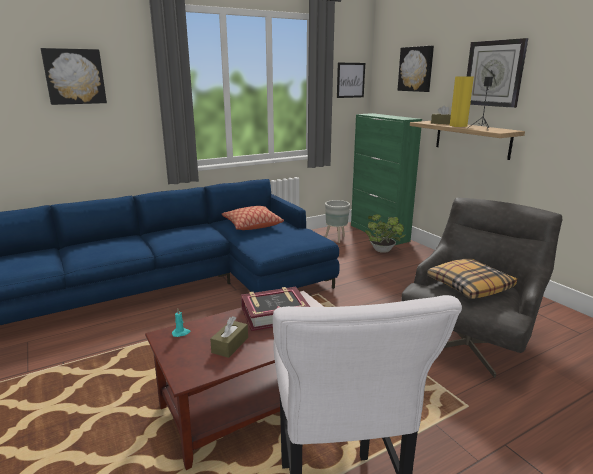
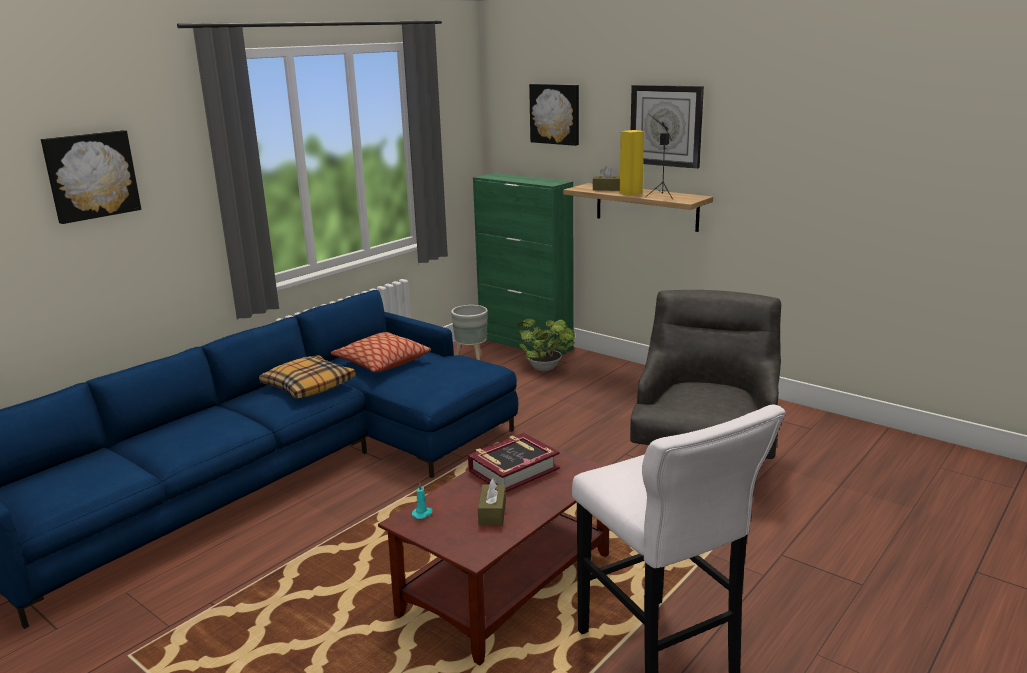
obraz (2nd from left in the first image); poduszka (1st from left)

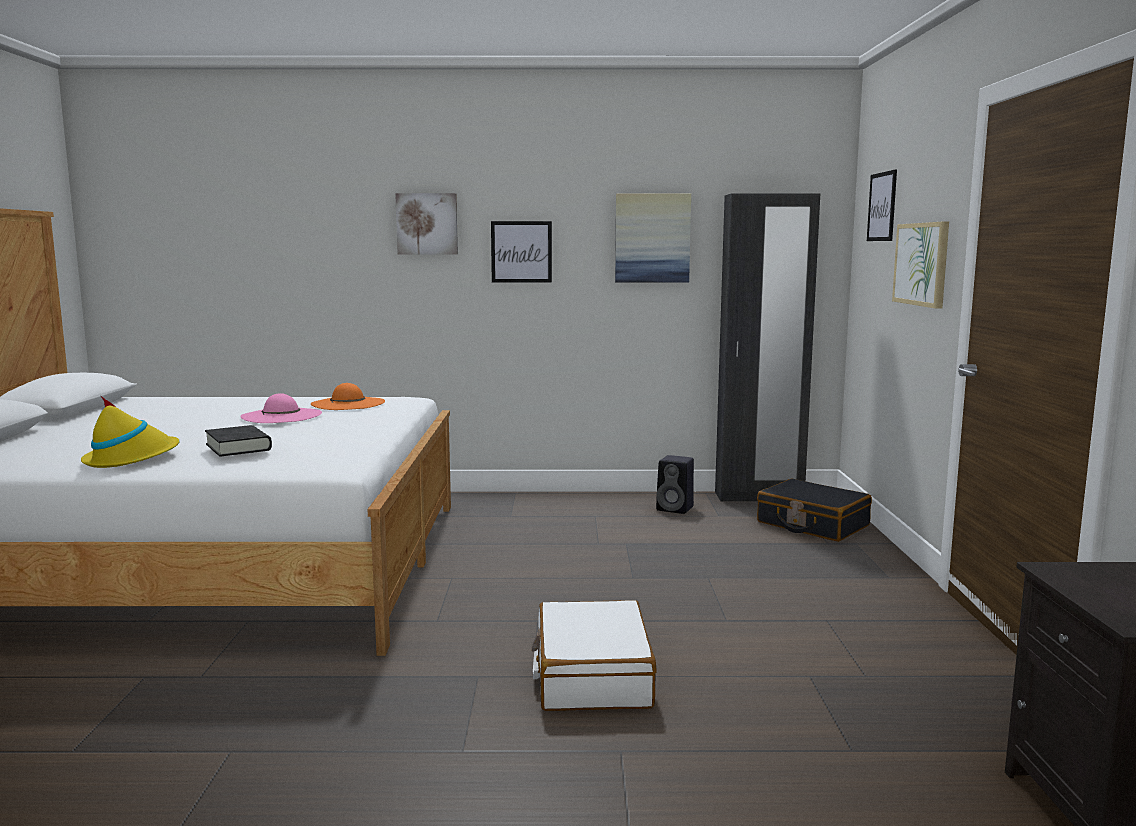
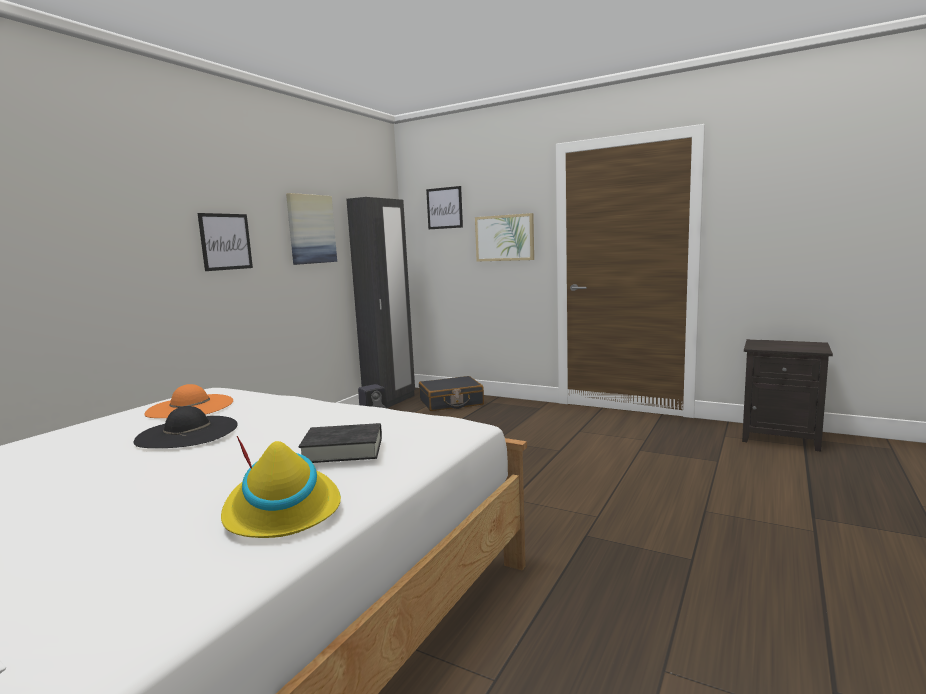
kapelusz/czarny; obraz (1st from left in the first image); walizka/biały

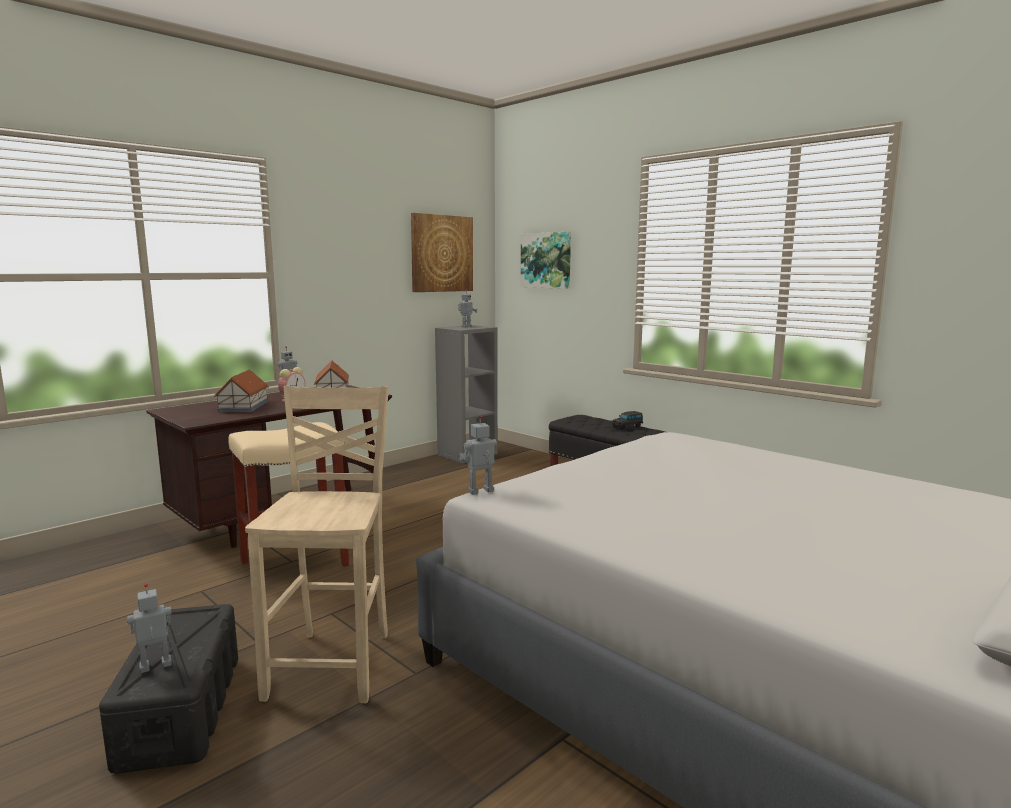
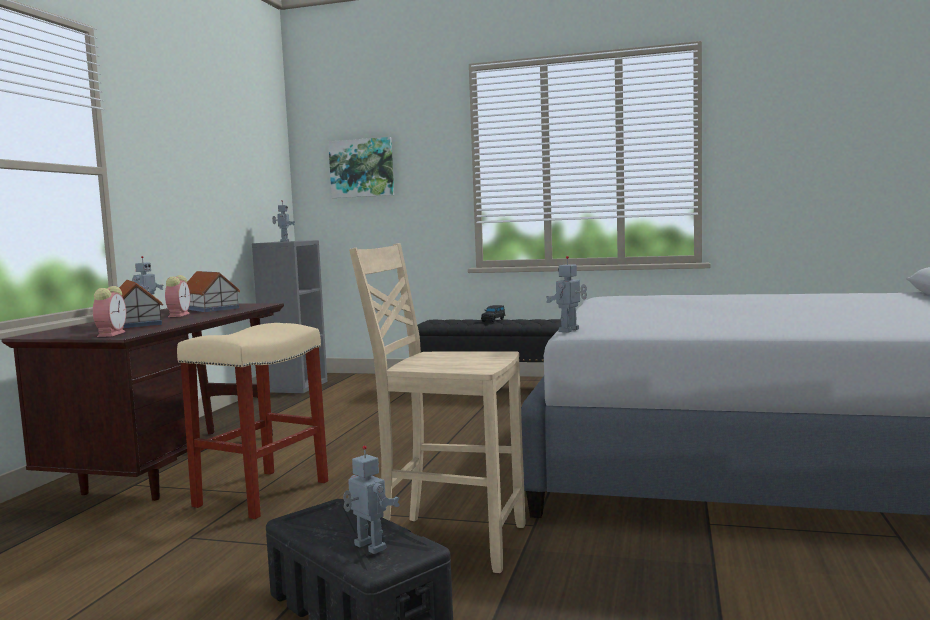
robot zabawkowy (3rd from left); krzesło/beżowy; obraz (1st from left in the first image); budzik (1st from left)

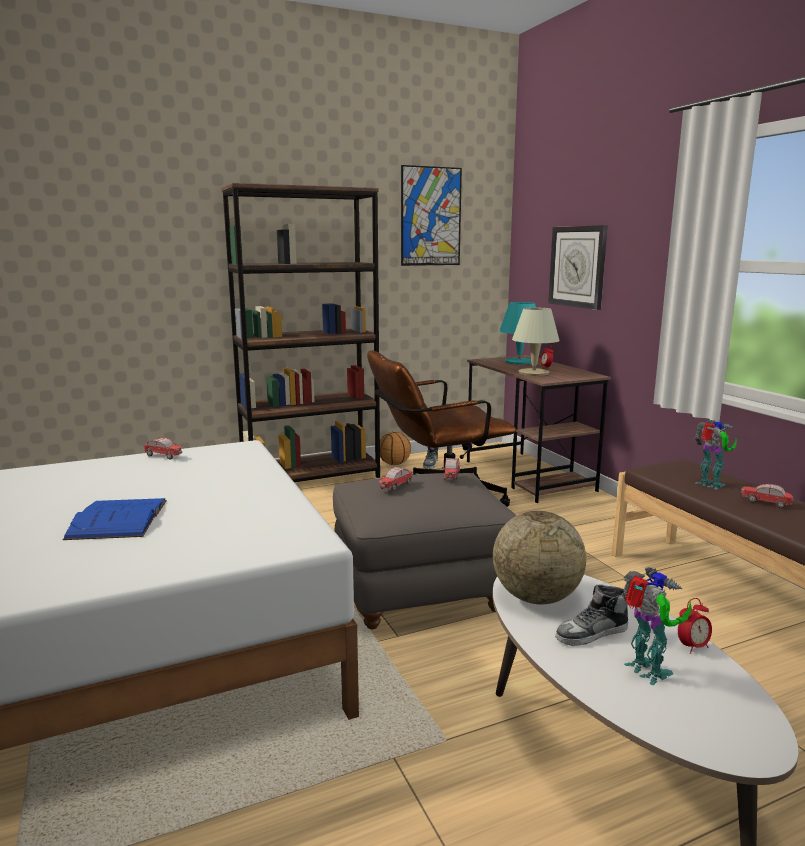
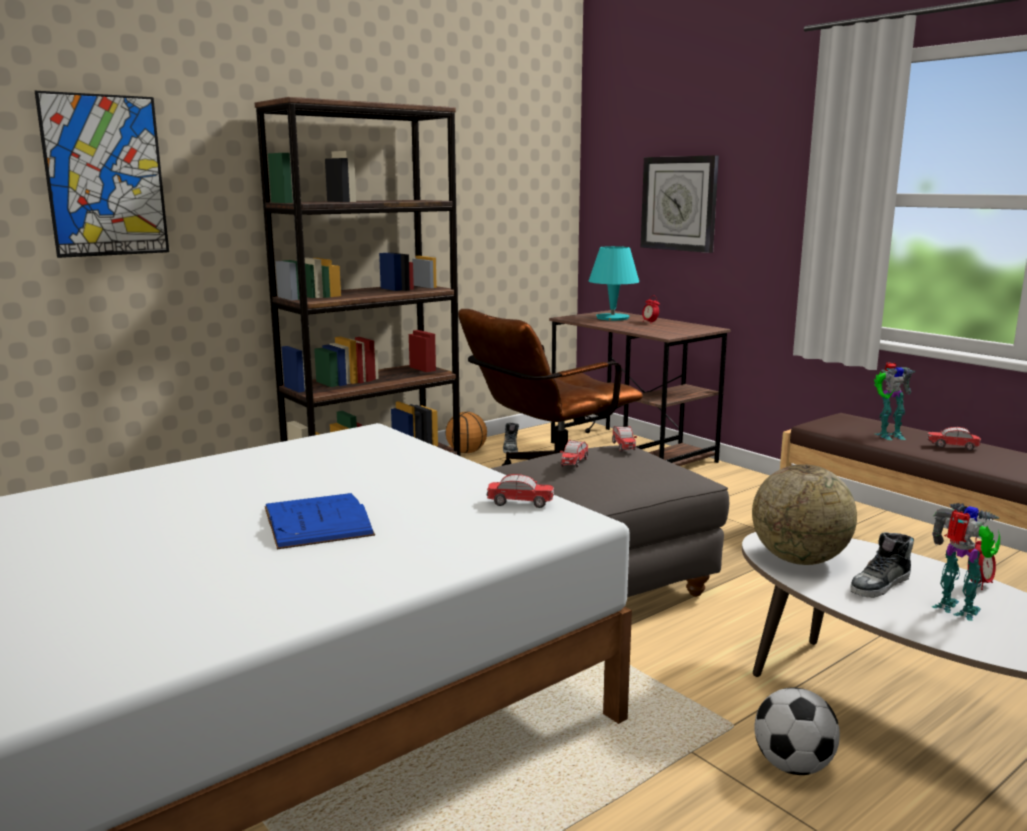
samochodzik (1st from left); obraz; lampa stołowa/beżowy; robot zabawkowy (1st from left); piłka futbolowa

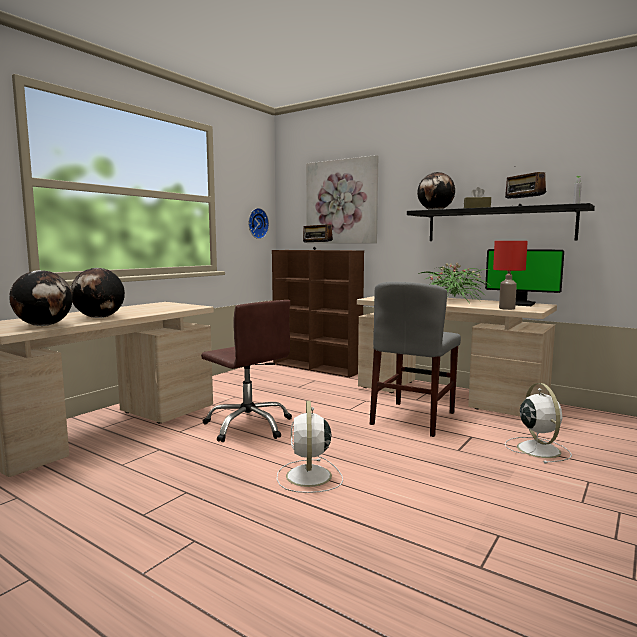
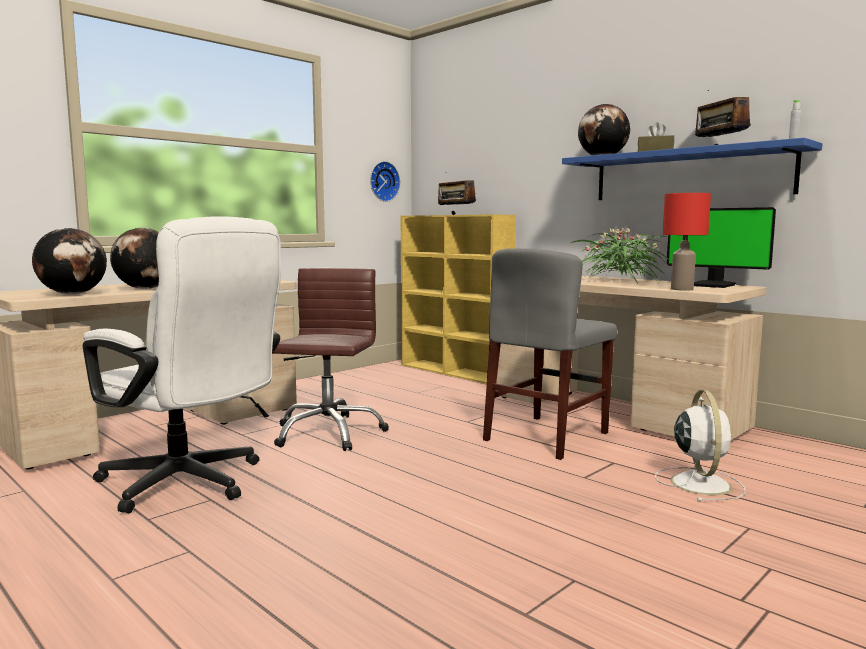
krzesło biurowe/brązowy; regał/żółty; wentylator/biały (1st from left in the first image); obraz; półka/niebieski; krzesło biurowe/biały

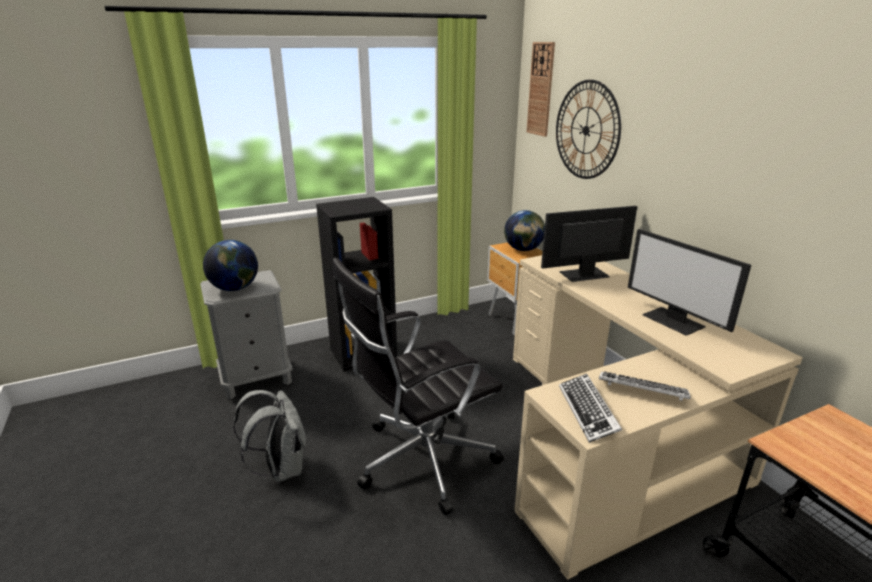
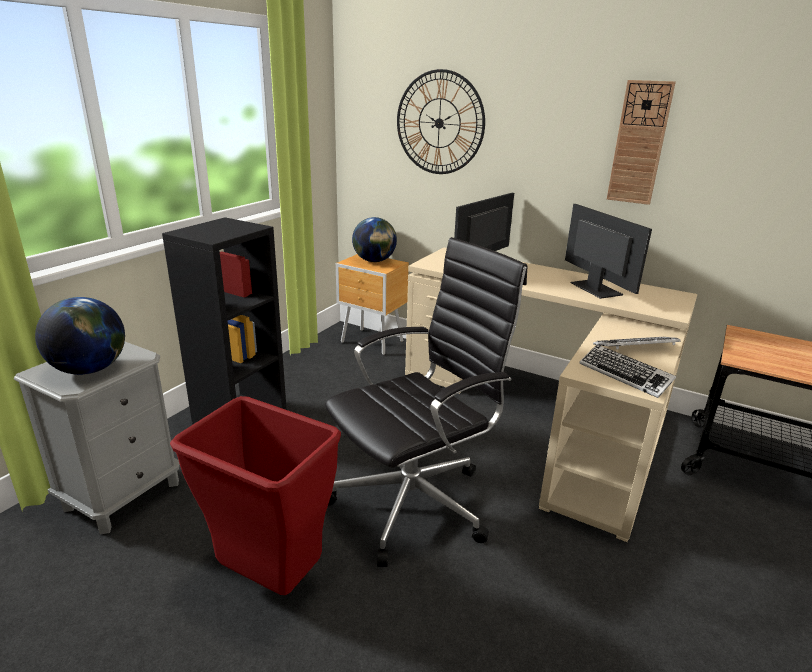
kosz na śmieci/czerwony; krzesło biurowe/czarny; zegar ścienny (2nd from left); monitor (2nd from left)

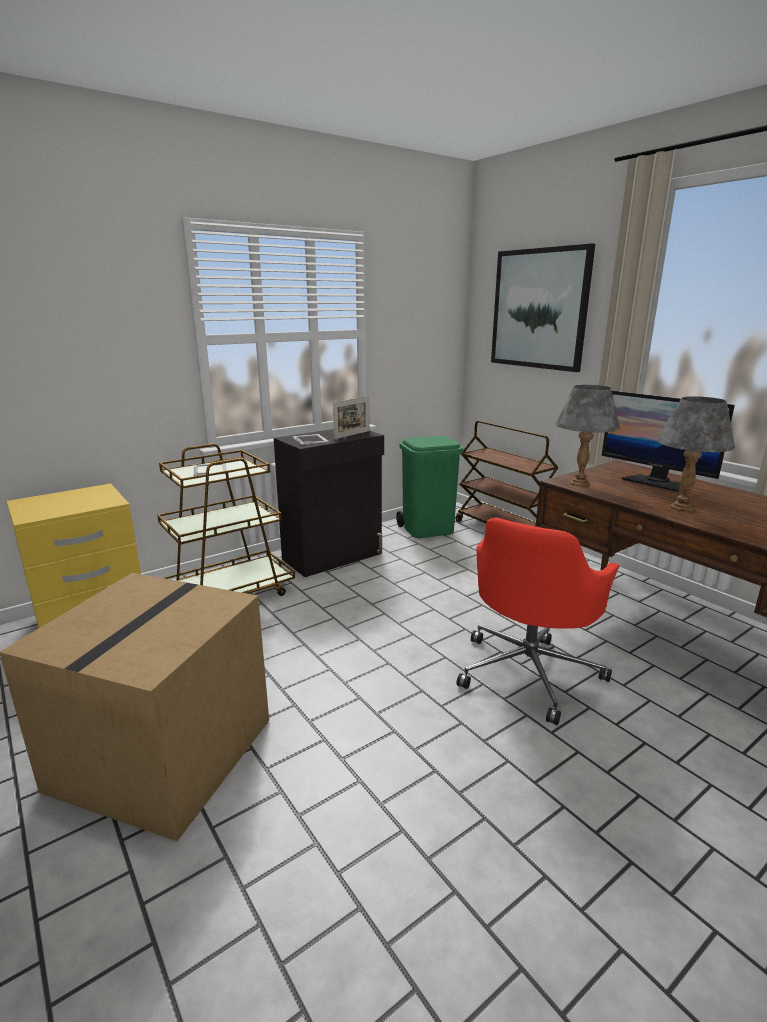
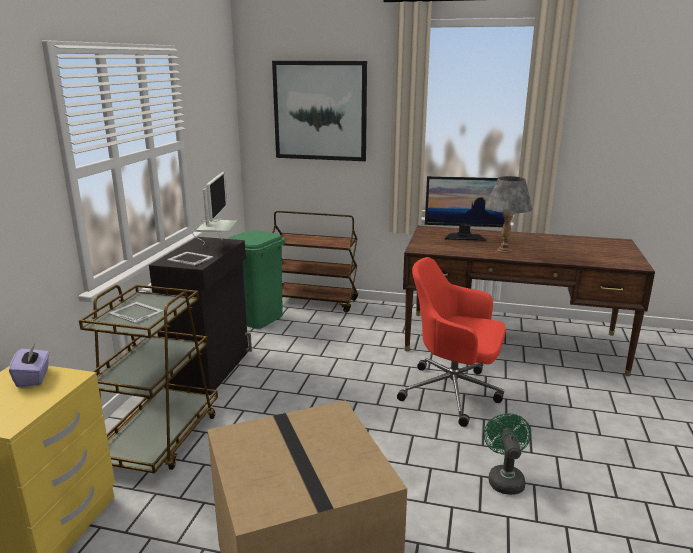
monitor (1st from left); krzesło biurowe/czerwony; lampa stołowa/szary (1st from left in the first image); pudełko chusteczek/fioletowy; wentylator/zielony

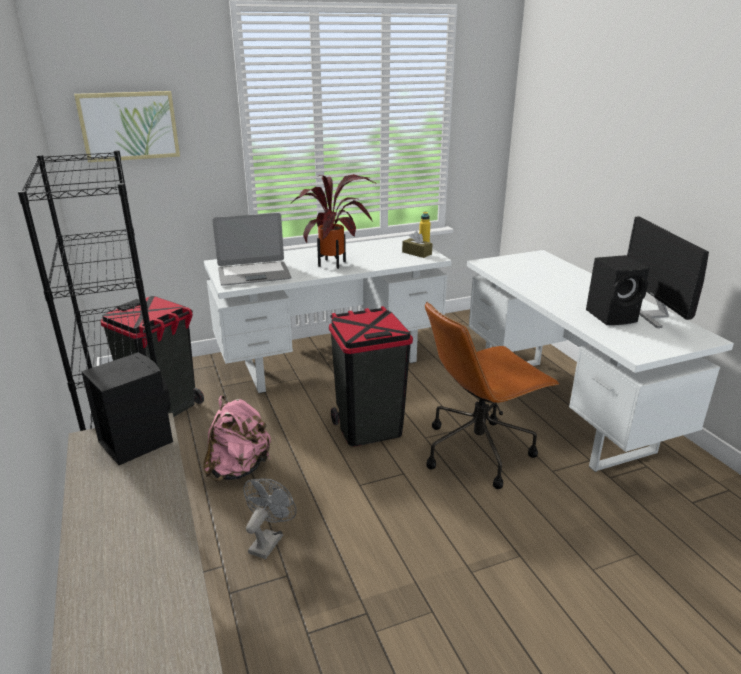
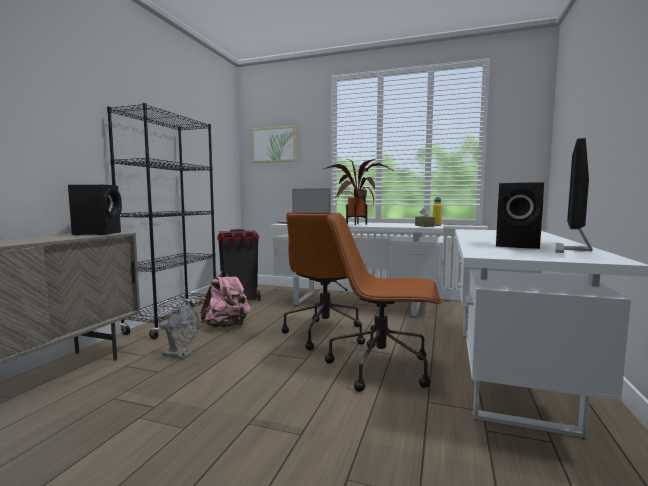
wentylator/szary; krzesło biurowe/brązowy (1st from left)

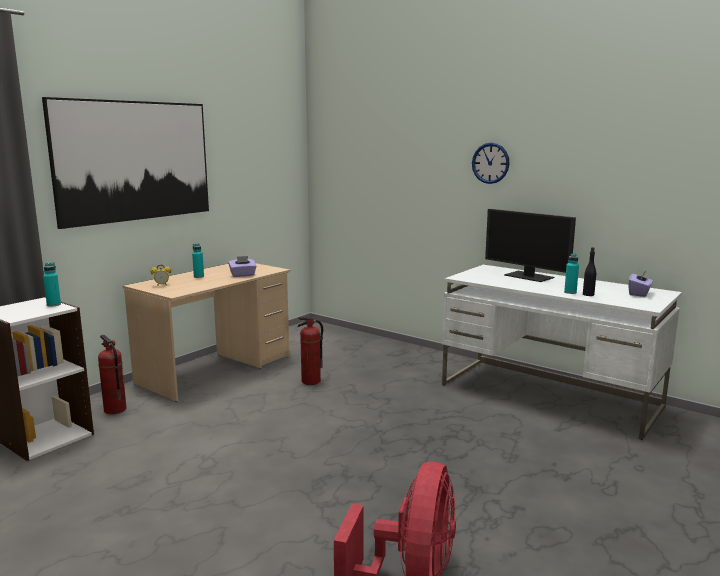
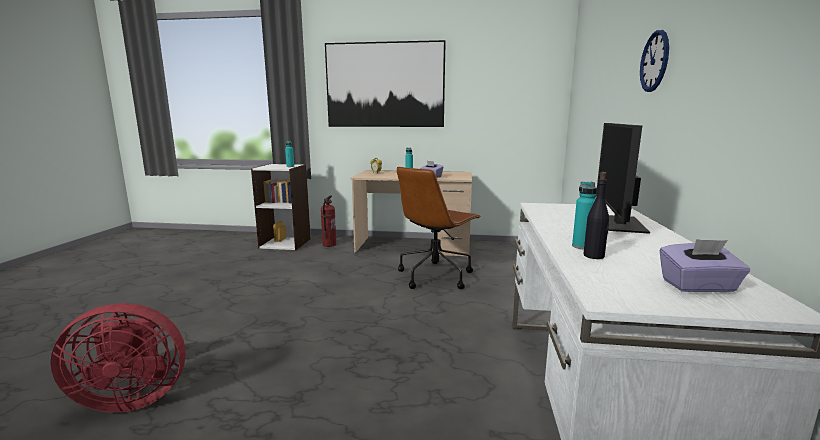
krzesło biurowe/brązowy

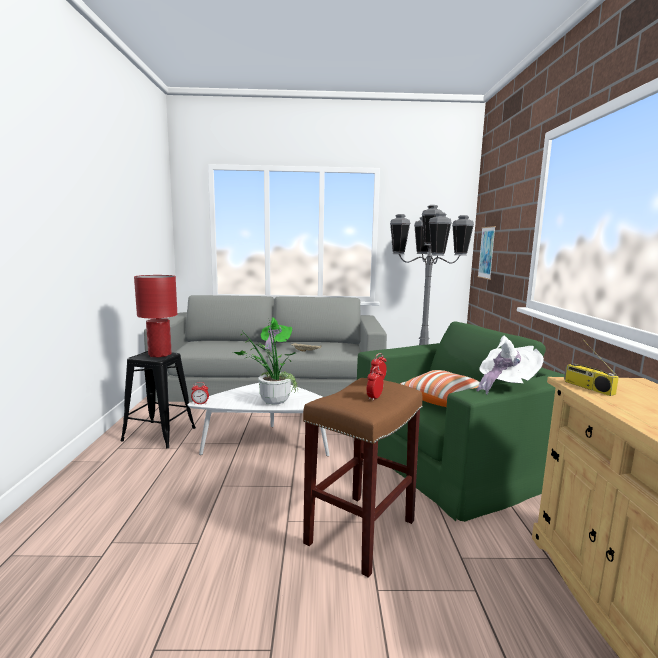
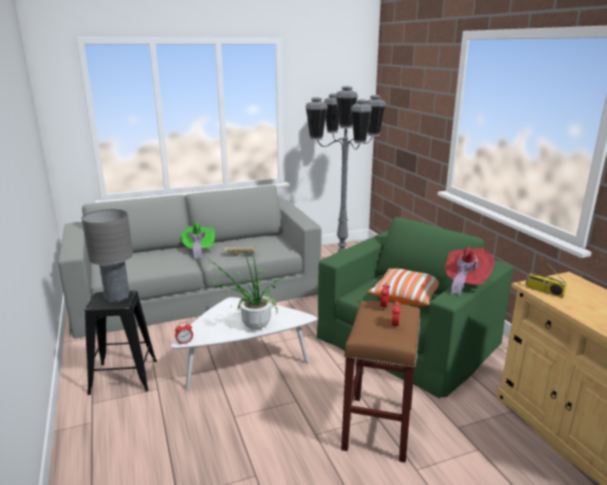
lampa stołowa/szary; kapelusz/czerwony; obraz

